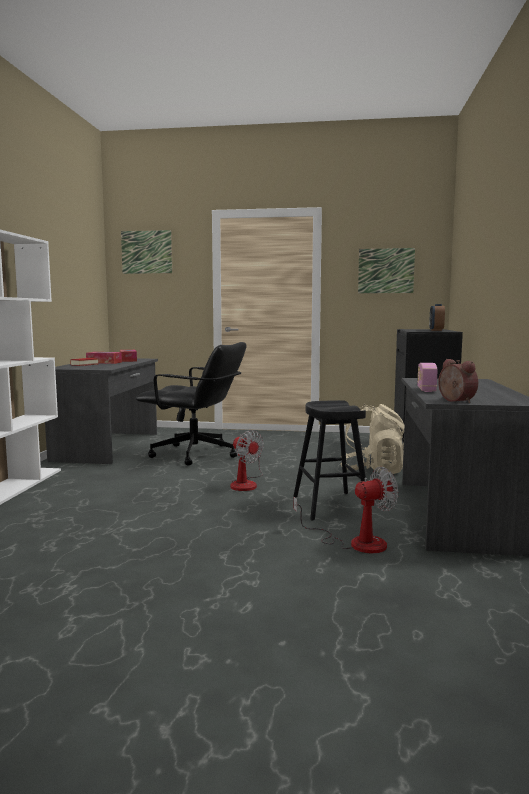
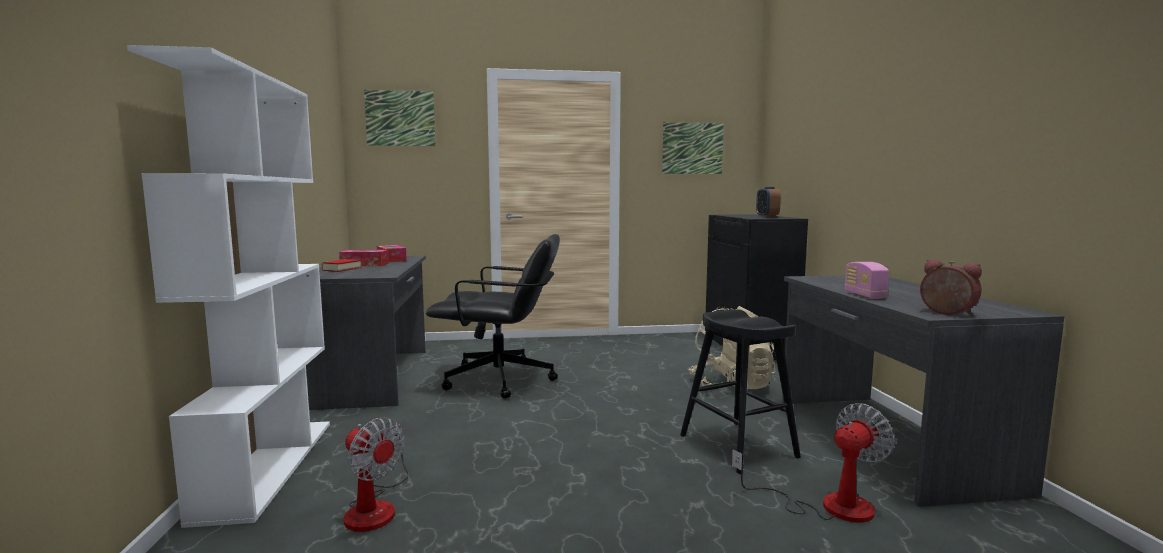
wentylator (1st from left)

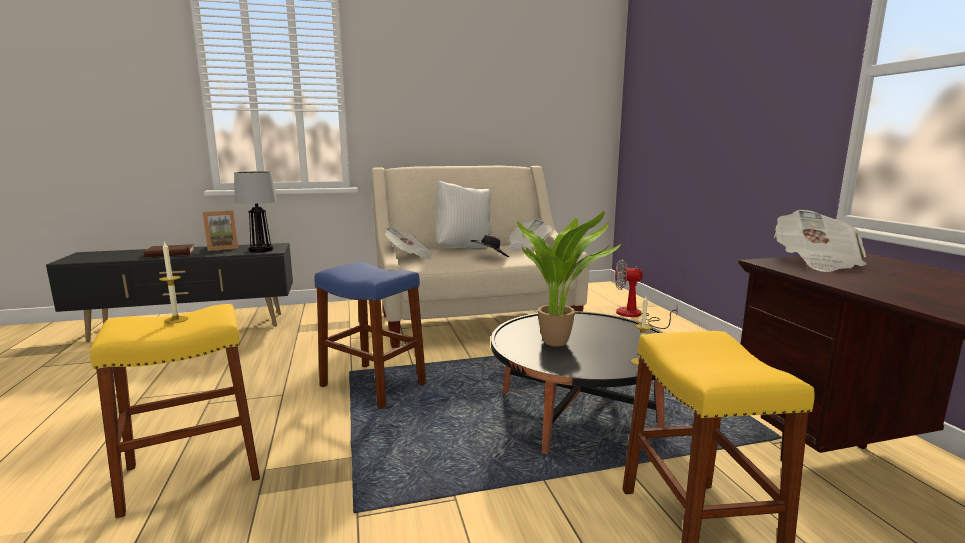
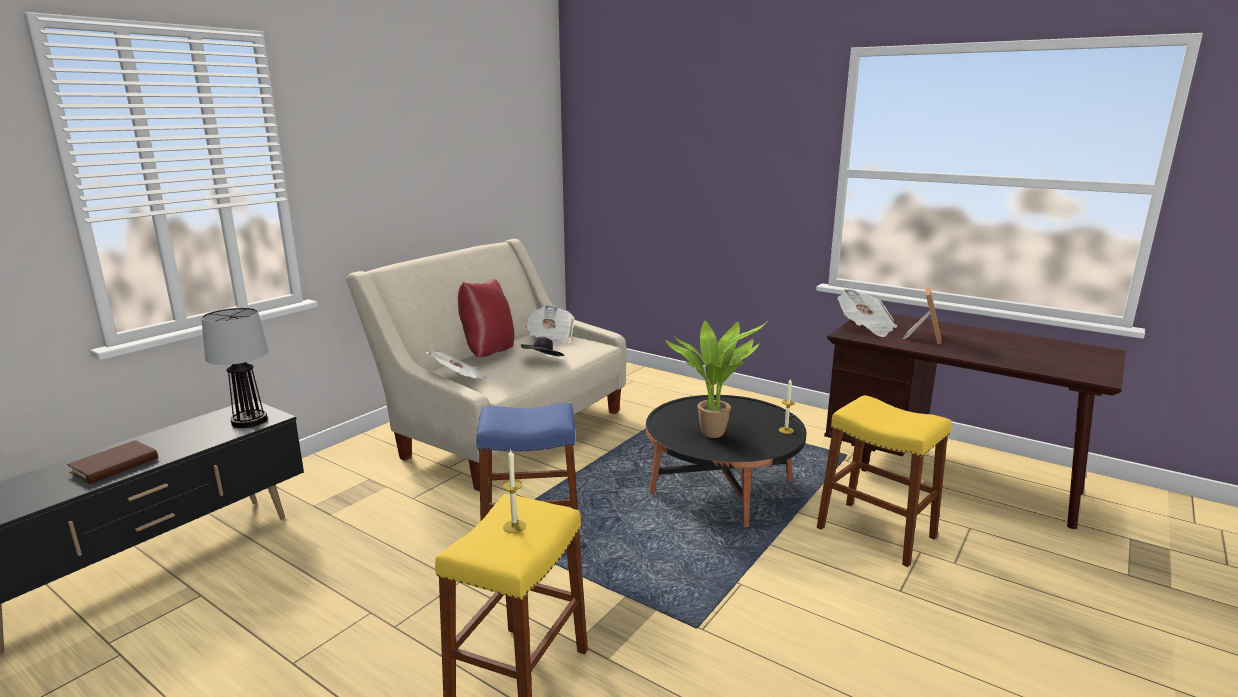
ramka na zdjęcie; poduszka/czerwony; wentylator

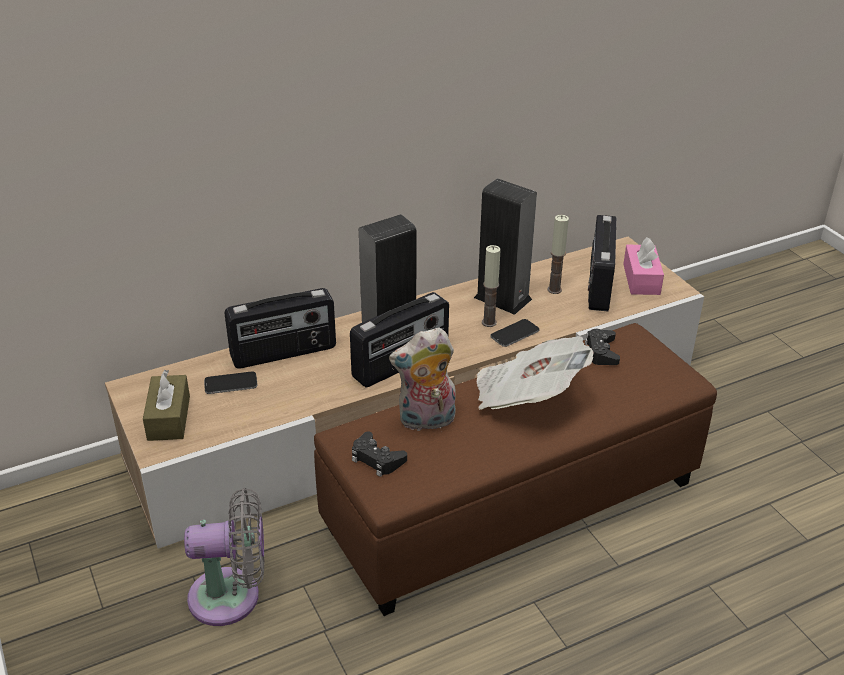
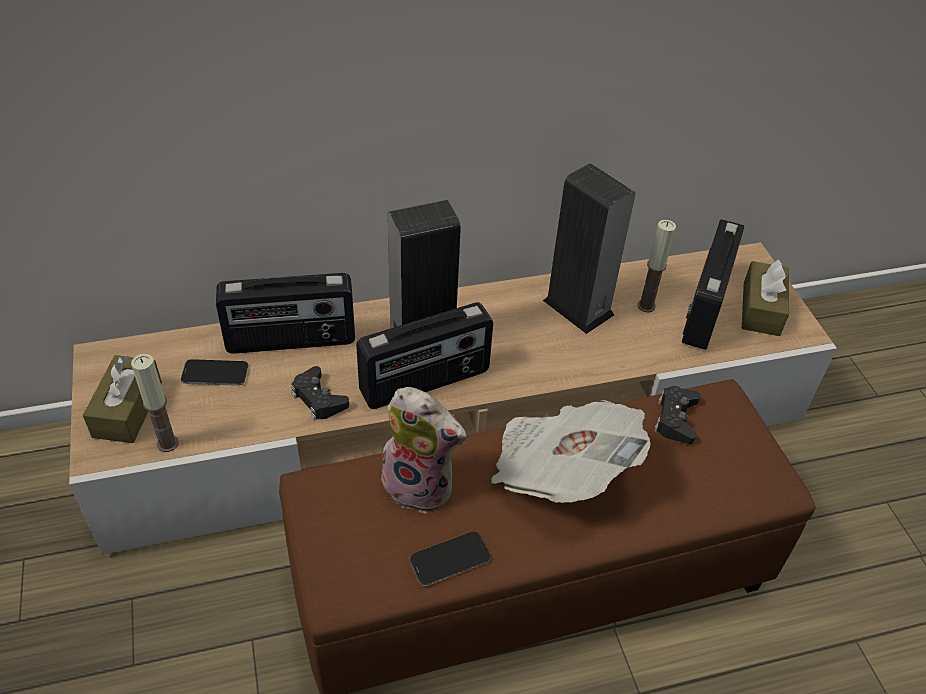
wentylator/szary; pad do gier/czarny (1st from left); pluszak; świeca (1st from left); telefon (2nd from left); pudełko chusteczek/brązowy (2nd from left)

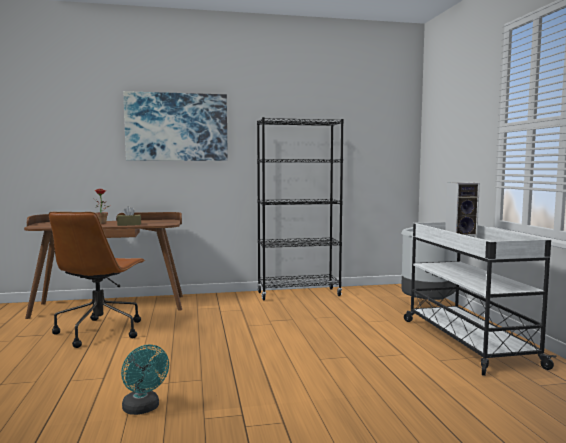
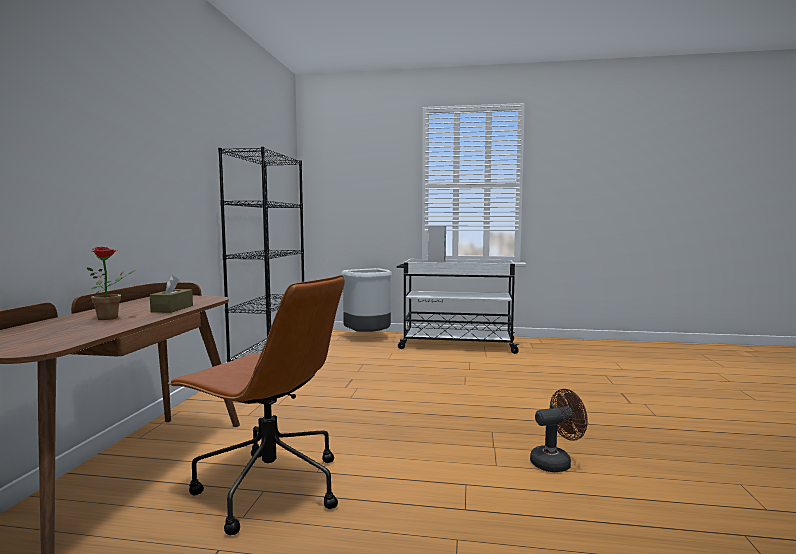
wentylator/brązowy; obraz

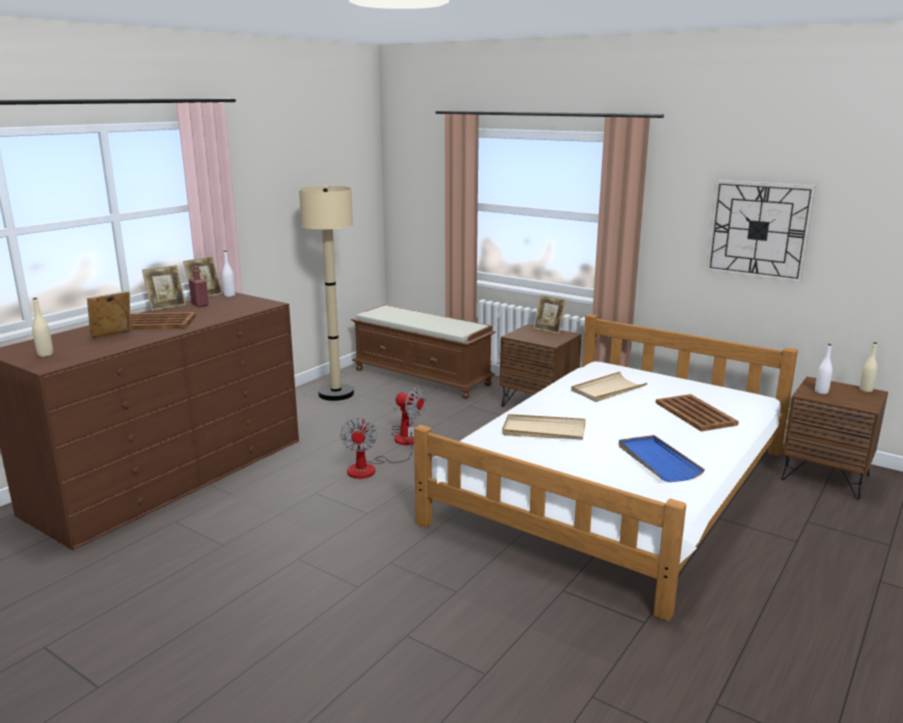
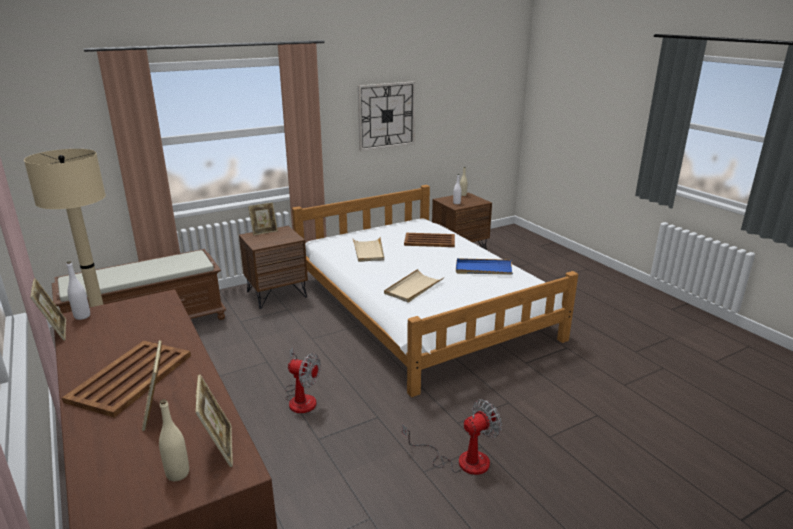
ramka na zdjęcie (3rd from left); butelka/czerwony; wentylator (2nd from left)

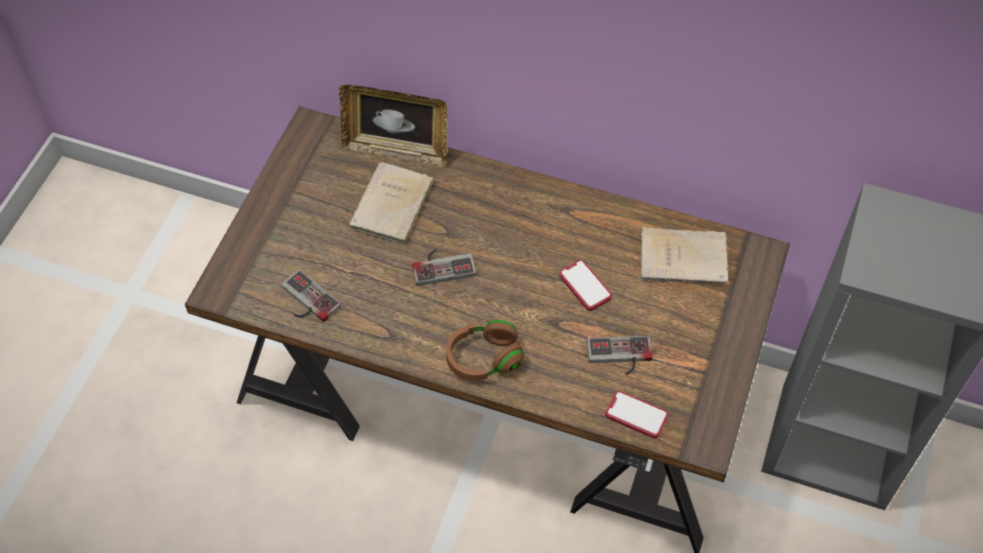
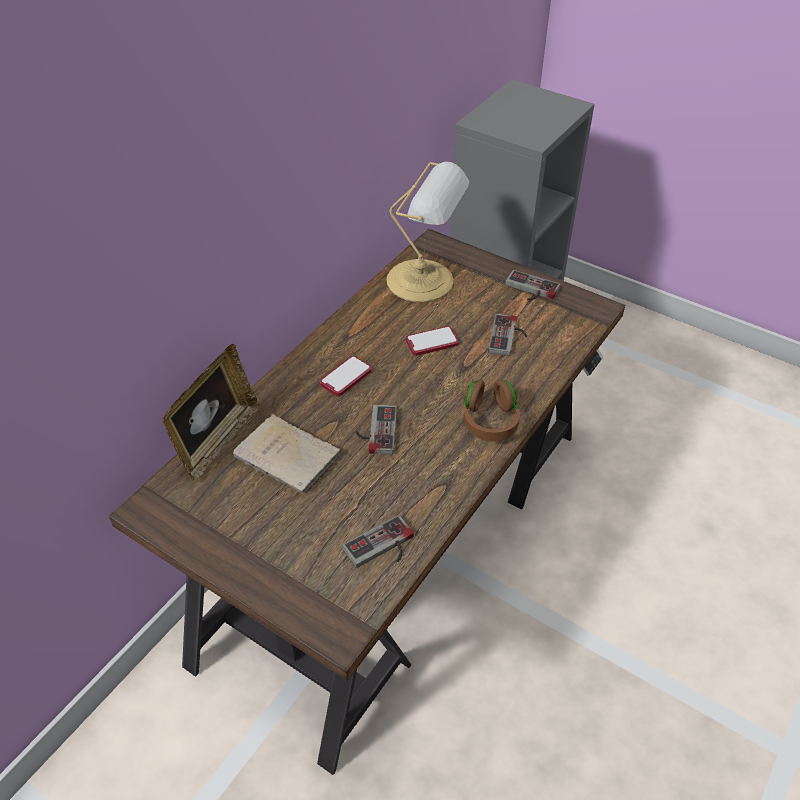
telefon (1st from left); lampa stołowa; pad do gier (4th from left)

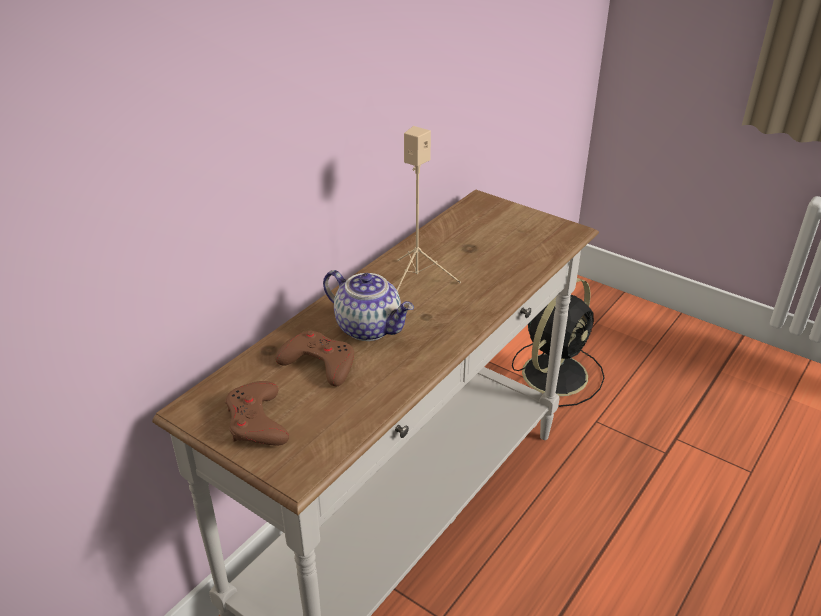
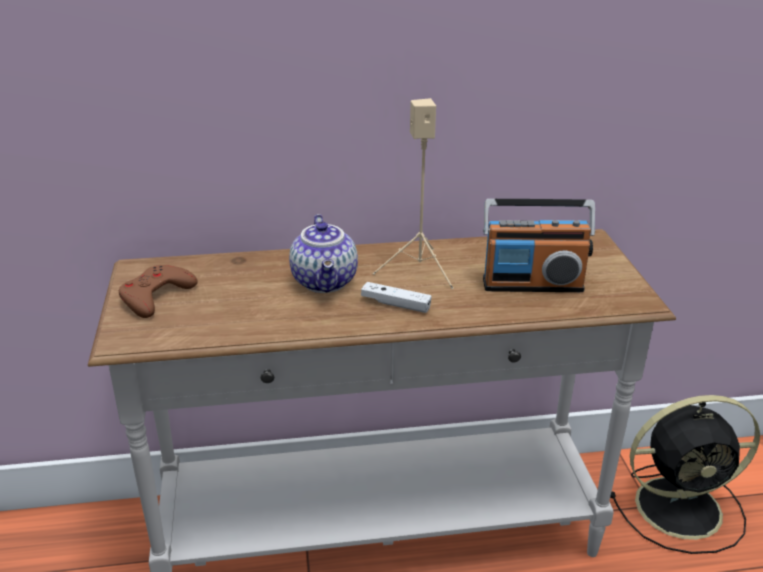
pad do gier/brązowy (2nd from left in the first image); pad do gier/biały; radio

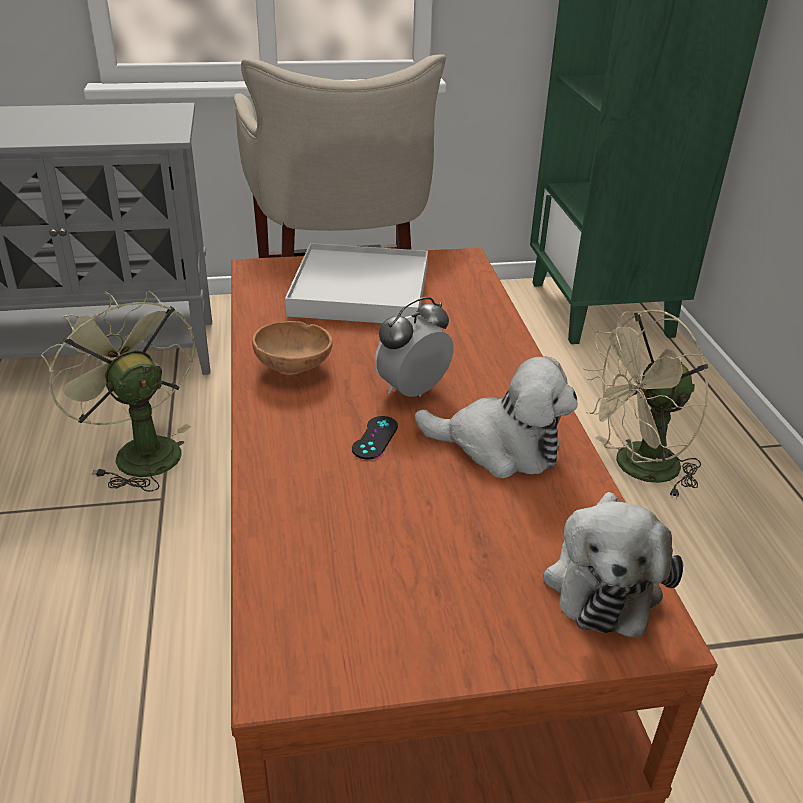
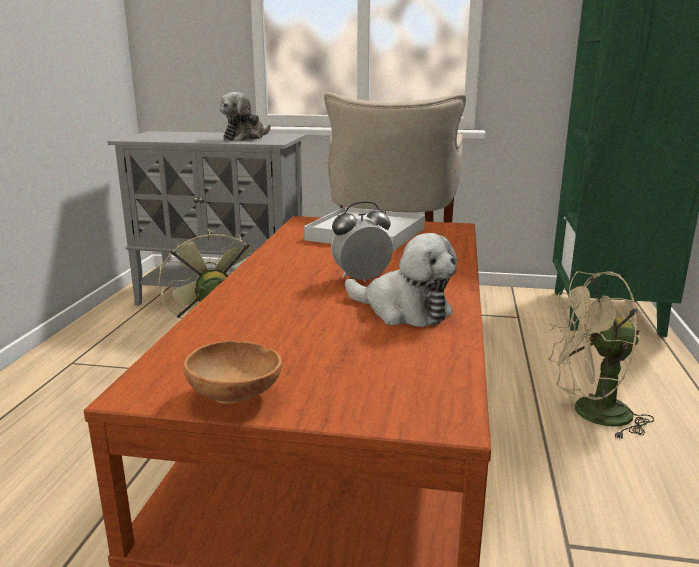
miska/brązowy; pad do gier/czarny; pluszak (1st from left)

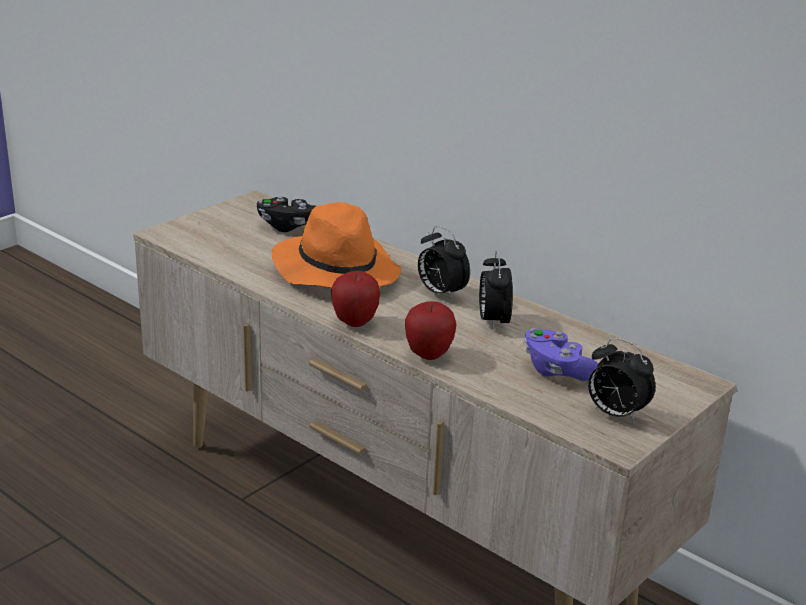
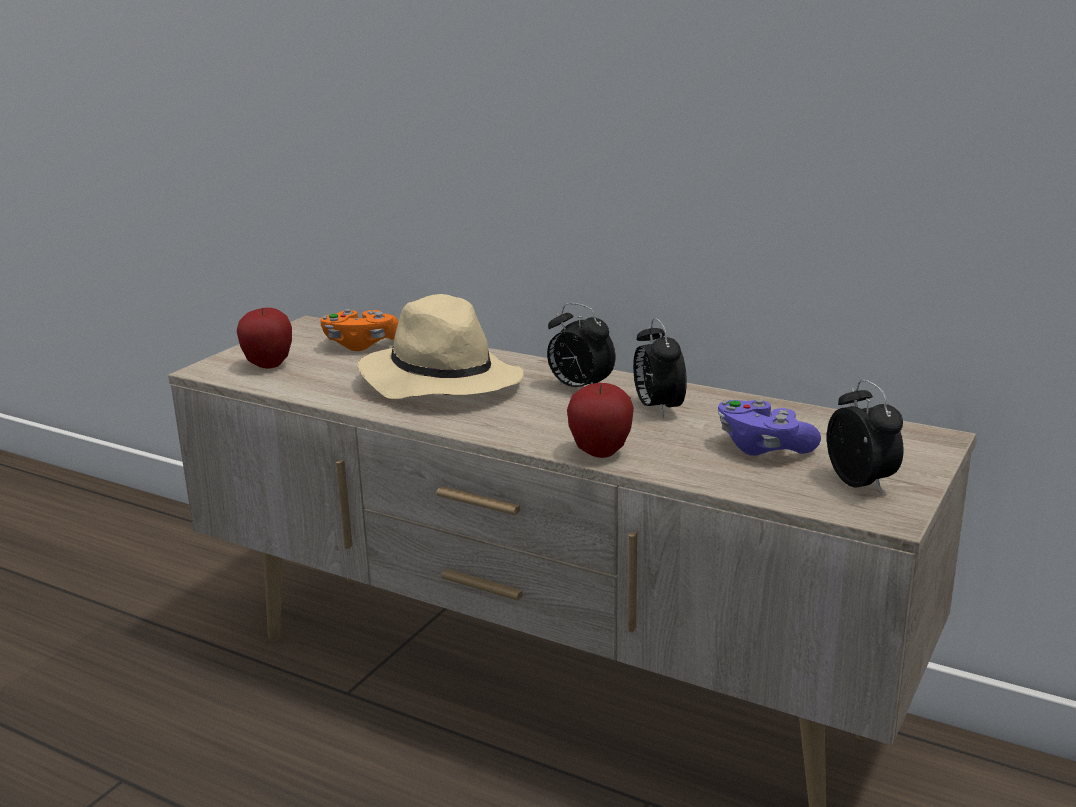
pad do gier/pomarańczowy; kapelusz/beżowy; jabłko (1st from left); budzik (3rd from left)

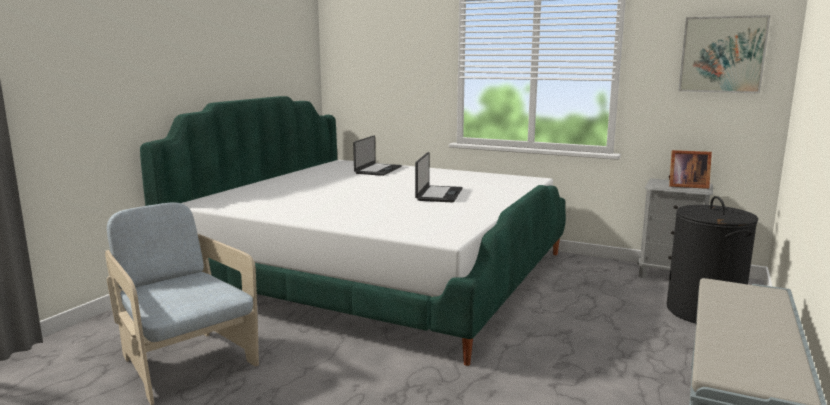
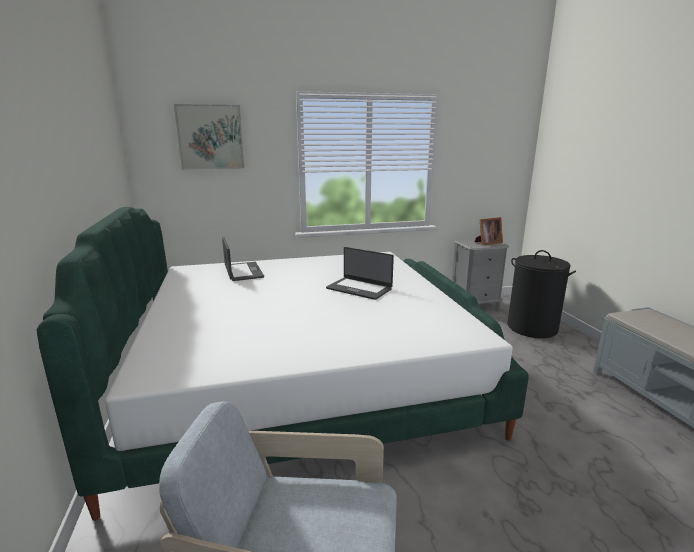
laptop (2nd from left); obraz

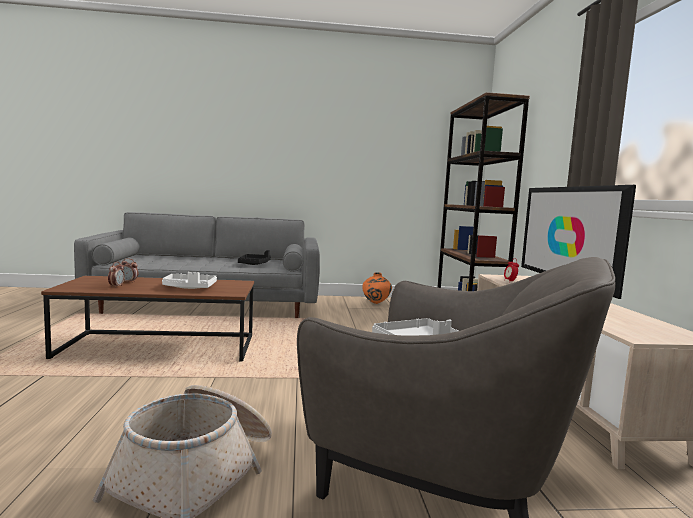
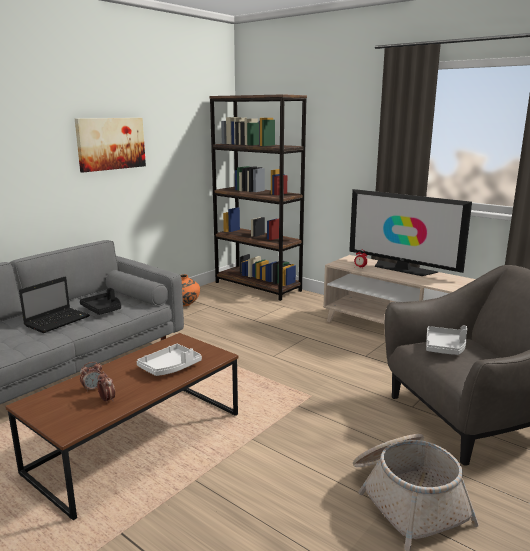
laptop; obraz

